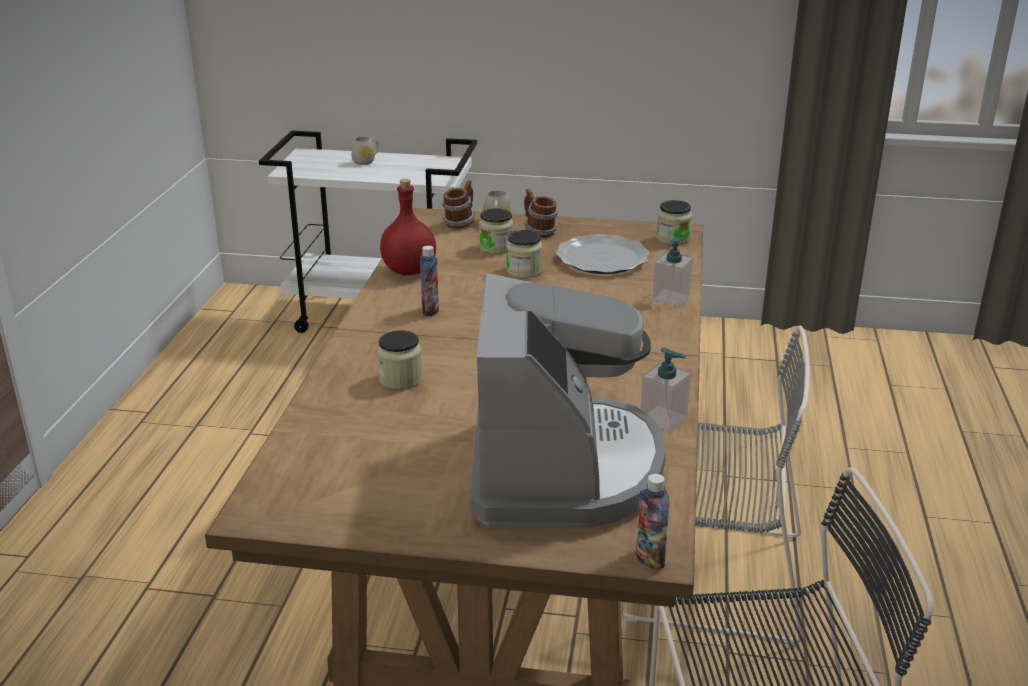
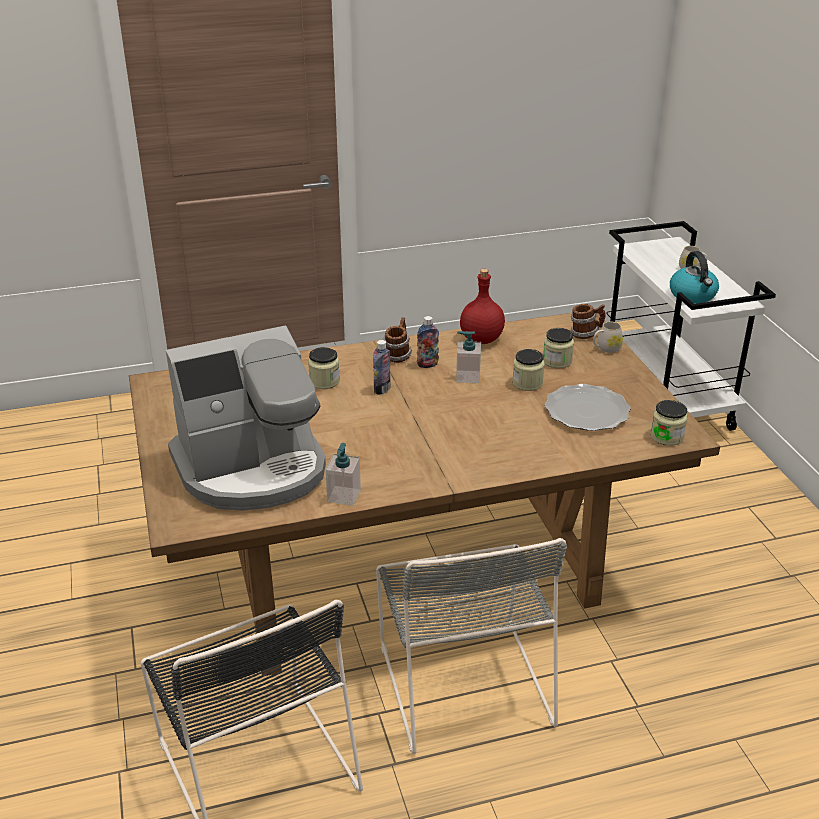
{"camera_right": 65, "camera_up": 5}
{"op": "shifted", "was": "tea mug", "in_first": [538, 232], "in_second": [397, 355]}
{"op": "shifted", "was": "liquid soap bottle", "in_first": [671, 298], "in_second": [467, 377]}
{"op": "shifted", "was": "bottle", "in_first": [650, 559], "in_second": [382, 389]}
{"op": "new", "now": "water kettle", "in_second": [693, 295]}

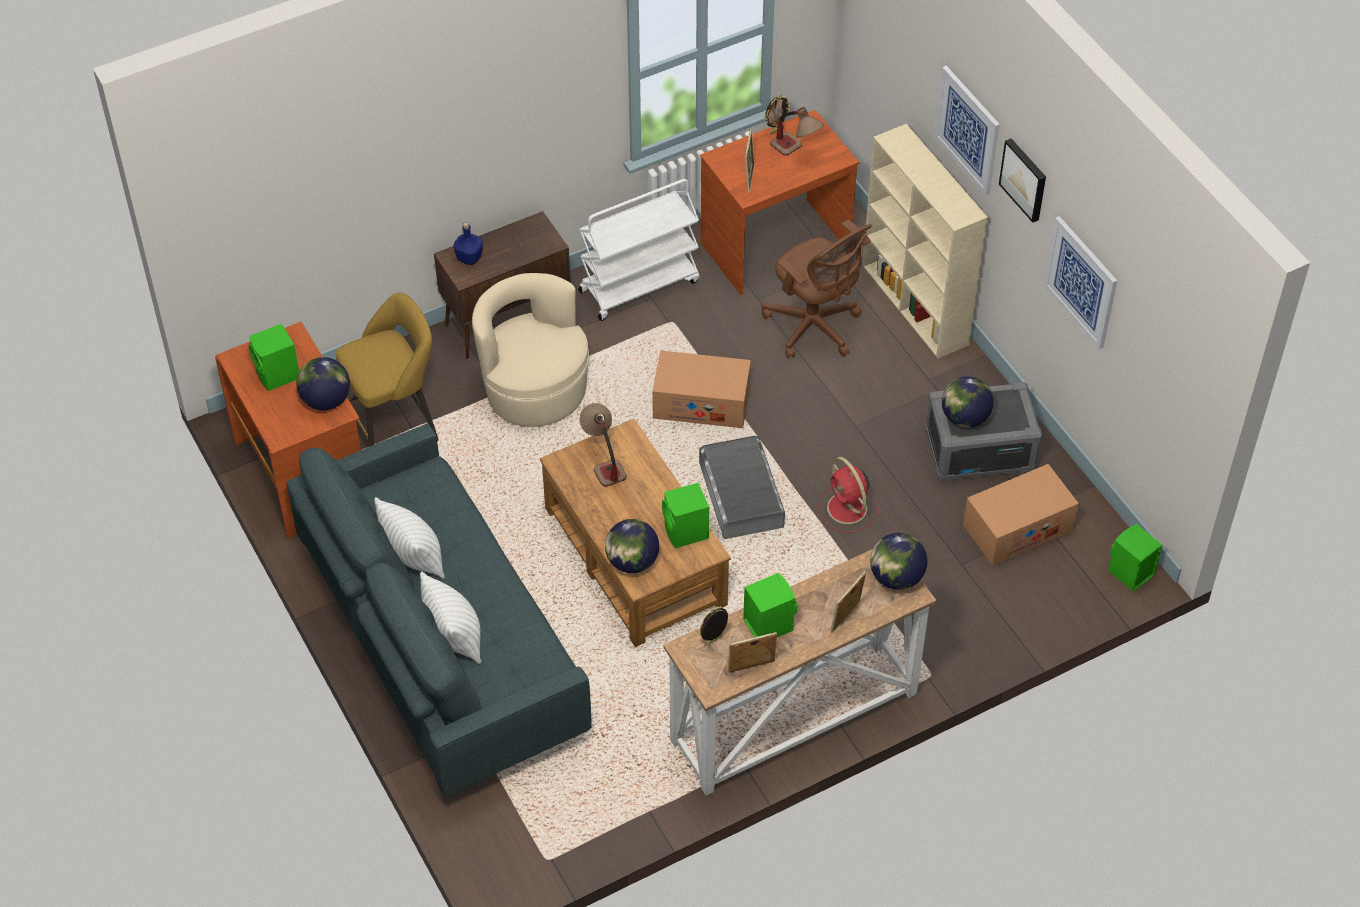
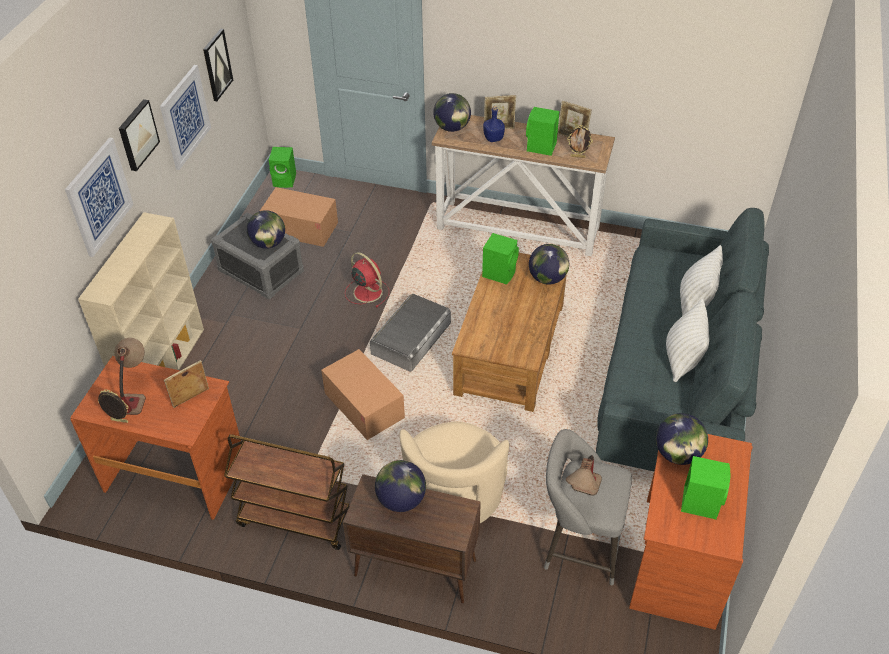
{"camera_right": -135, "camera_up": -5}
{"op": "repainted", "was": "whitish cart", "now": "brownish cart", "in_first": [639, 285], "in_second": [294, 519]}
{"op": "gone", "was": "brownish office chair", "in_first": [814, 327]}
{"op": "shifted", "was": "bluish bottle", "in_first": [469, 258], "in_second": [493, 138]}
{"op": "repainted", "was": "yellow stool", "now": "gray stool", "in_first": [395, 426], "in_second": [578, 545]}
{"op": "shifted", "was": "tabletop lamp", "in_first": [603, 462], "in_second": [582, 495]}
{"op": "rotated", "was": "reddish electric fan", "in_first": [848, 509], "in_second": [367, 291], "clockwise": -60}
{"op": "new", "now": "picture", "in_second": [217, 64]}
{"op": "new", "now": "world globe", "in_second": [401, 500]}

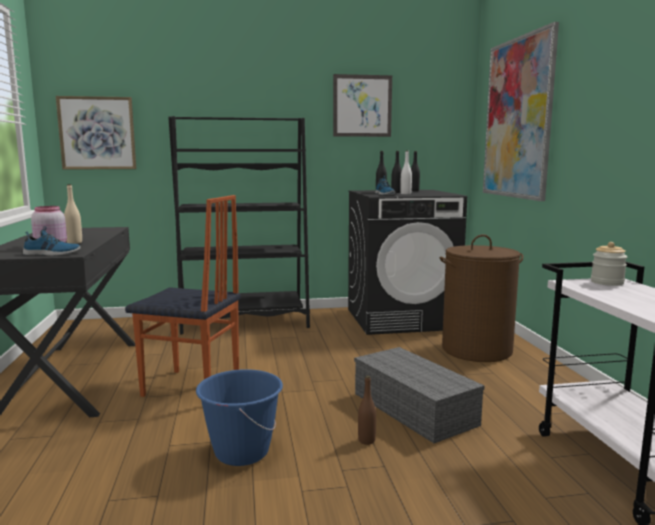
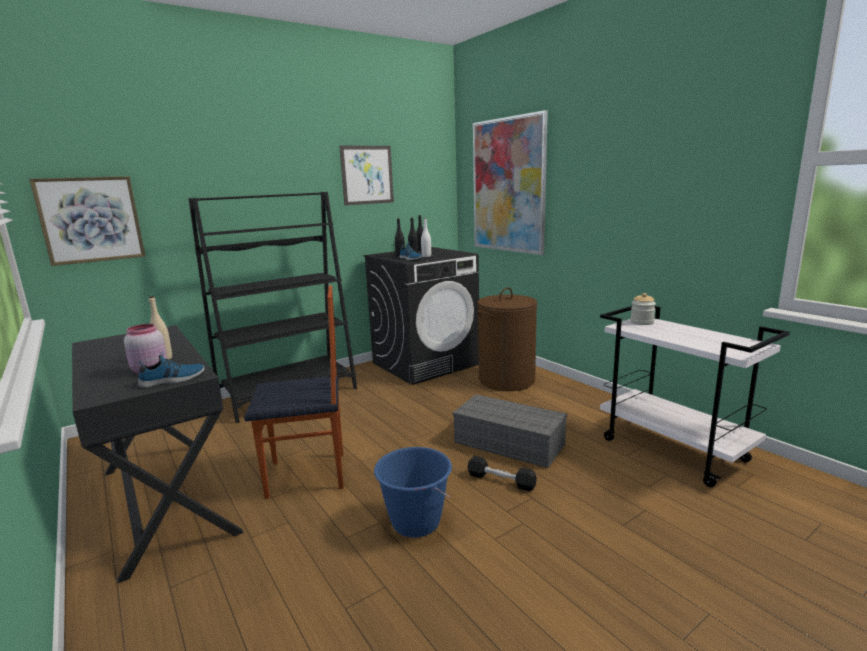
{"camera_right": -25, "camera_up": 5}
{"op": "swapped", "was": "brownish bottle", "now": "blackish hand weight", "in_first": [366, 440], "in_second": [501, 480]}

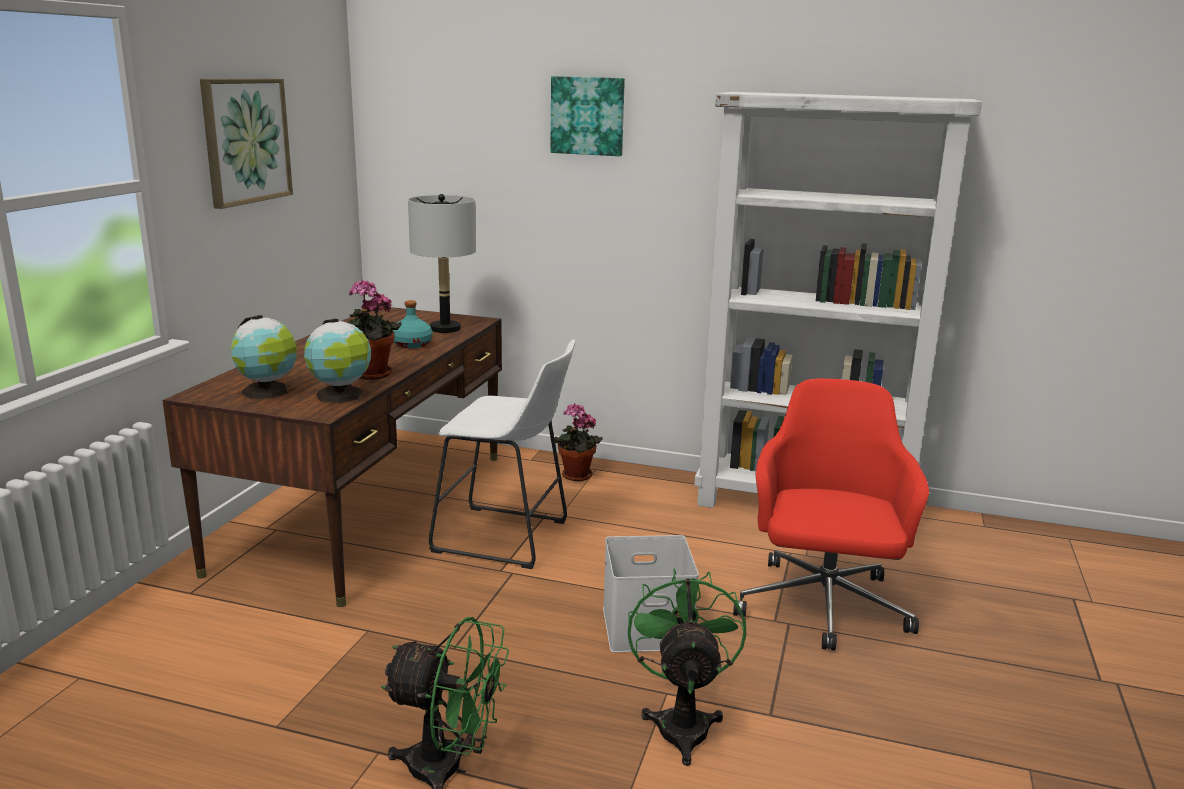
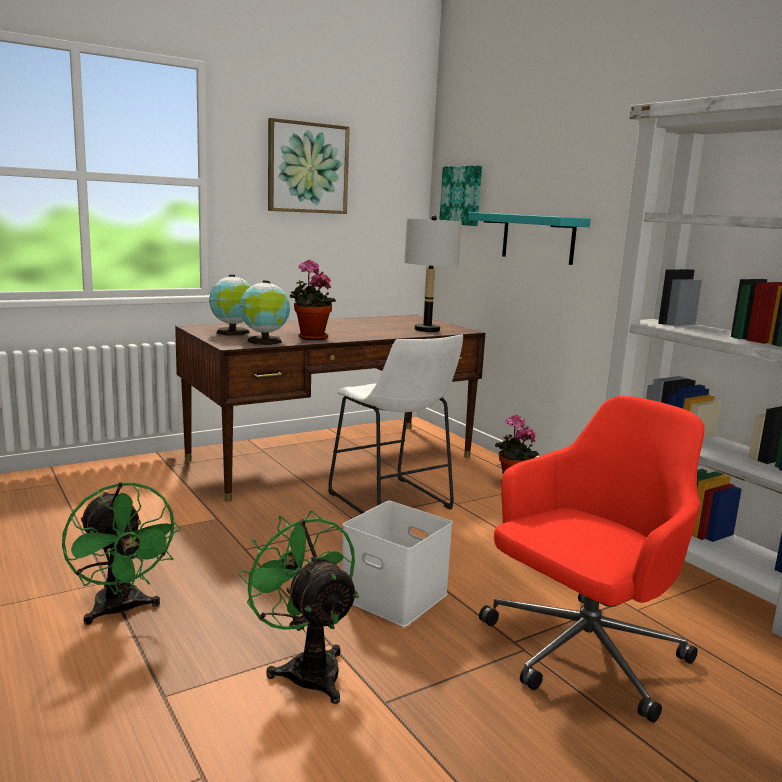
{"camera_right": 40, "camera_up": -5}
{"op": "shifted", "was": "picture", "in_first": [588, 116], "in_second": [462, 195]}
{"op": "gone", "was": "turquoise bottle", "in_first": [412, 344]}
{"op": "rotated", "was": "green electric fan", "in_first": [682, 722], "in_second": [307, 668], "clockwise": -75}
{"op": "new", "now": "turquoise bracket shelf", "in_second": [538, 238]}

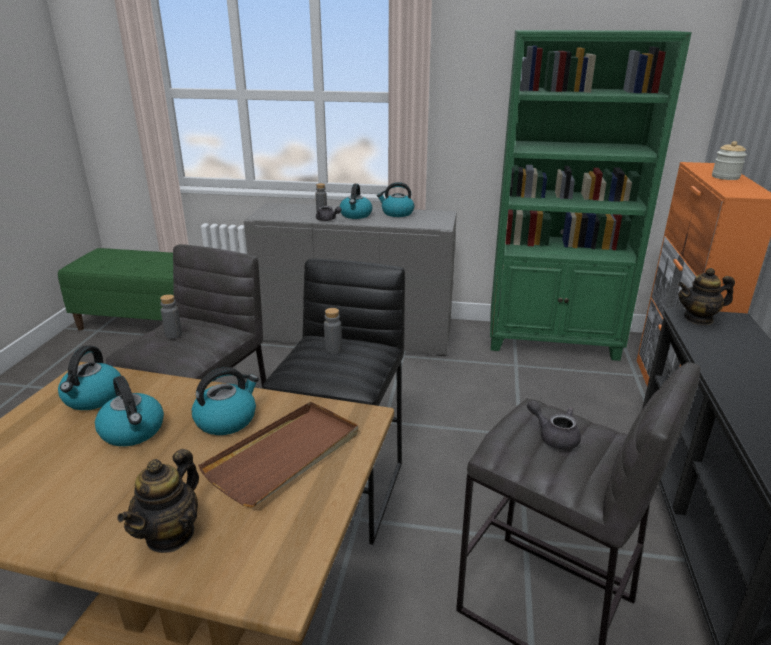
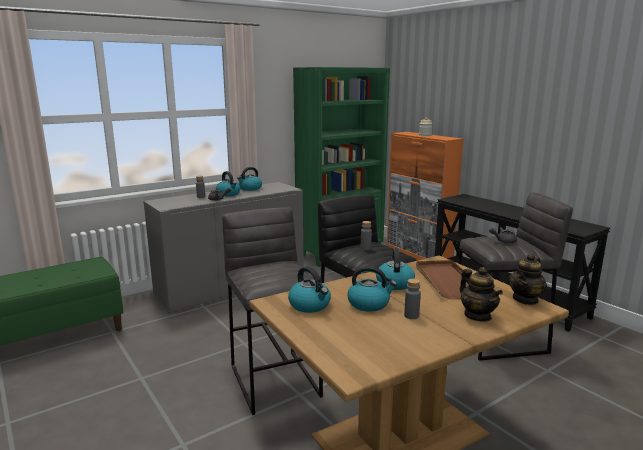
{"camera_right": -45, "camera_up": -10}
{"op": "shifted", "was": "pot for tea", "in_first": [698, 319], "in_second": [525, 299]}
{"op": "shifted", "was": "gray bottle", "in_first": [173, 335], "in_second": [411, 316]}

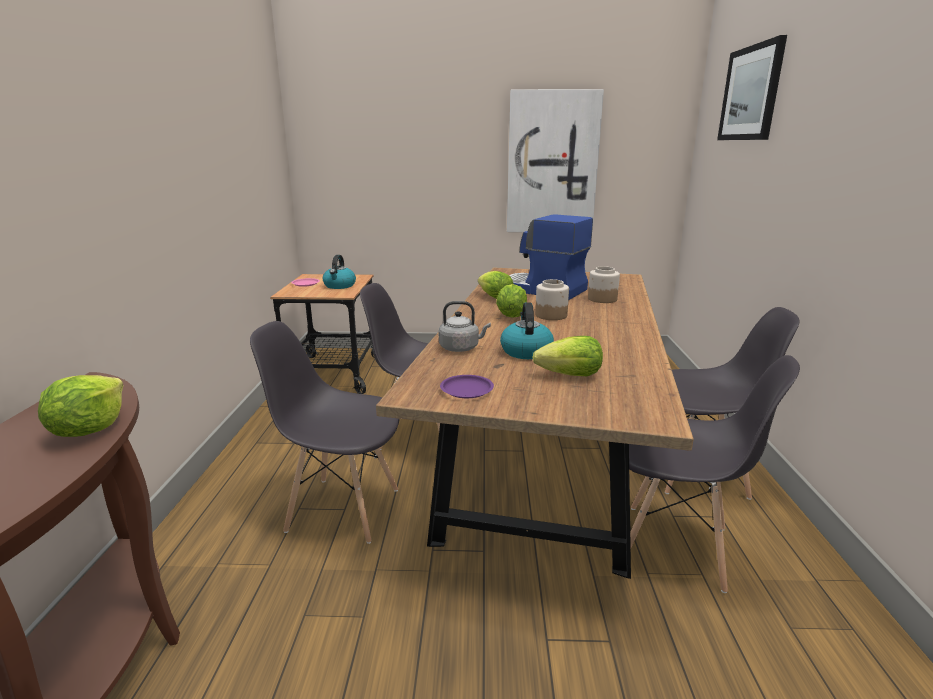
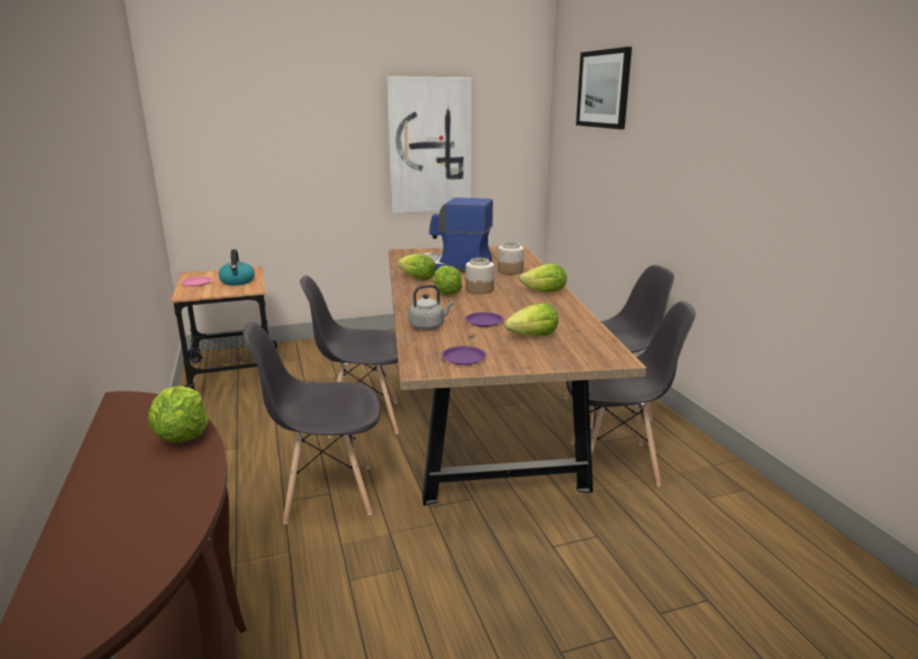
{"camera_right": -20, "camera_up": 0}
{"op": "swapped", "was": "water kettle", "now": "purple flat dish", "in_first": [526, 351], "in_second": [484, 322]}
{"op": "new", "now": "head of lettuce", "in_second": [545, 292]}

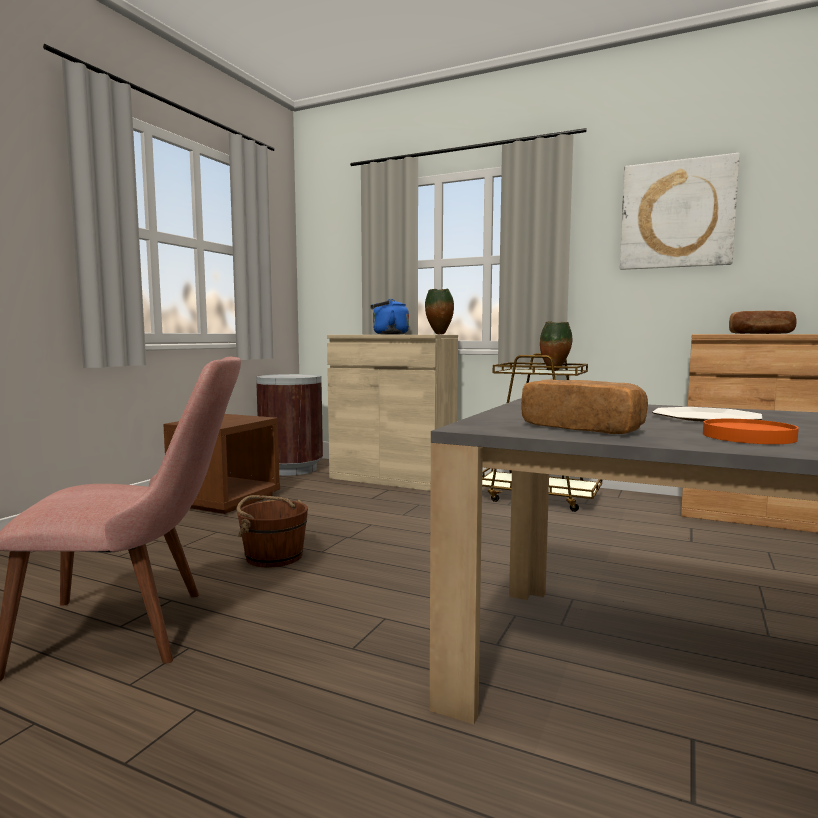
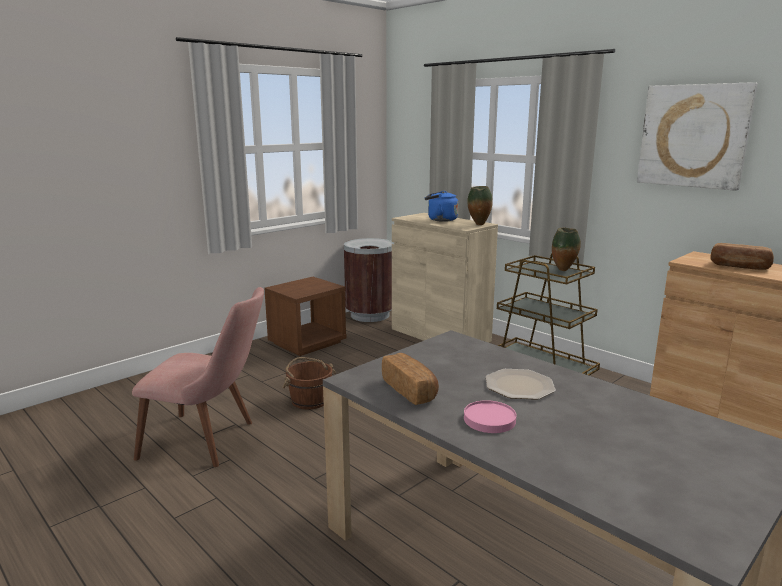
{"camera_right": 20, "camera_up": 10}
{"op": "repainted", "was": "orange flat dish", "now": "pinkish flat dish", "in_first": [747, 437], "in_second": [489, 419]}

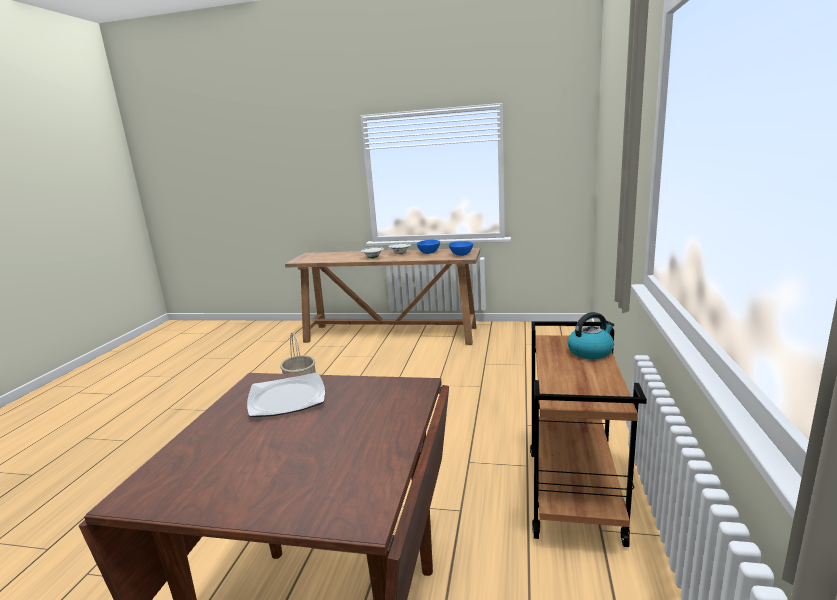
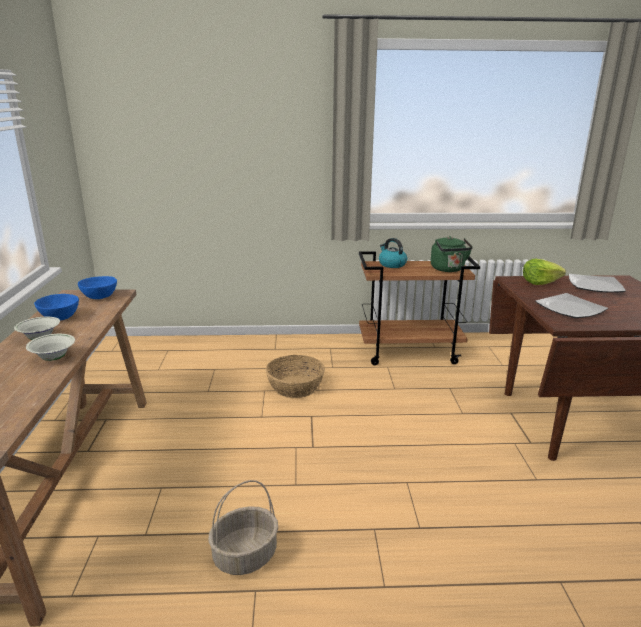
{"camera_right": -105, "camera_up": 5}
{"op": "new", "now": "green water kettle", "in_second": [448, 269]}
{"op": "new", "now": "head of lettuce", "in_second": [539, 282]}
{"op": "new", "now": "flat dish", "in_second": [594, 285]}
{"op": "new", "now": "household basket", "in_second": [295, 386]}

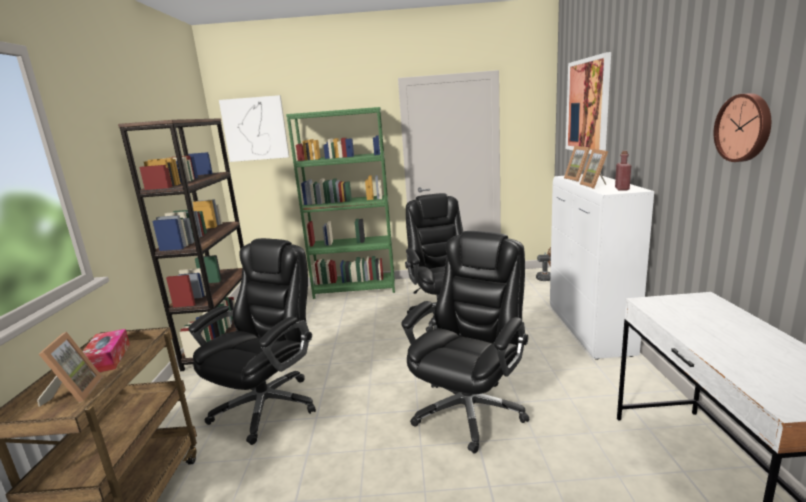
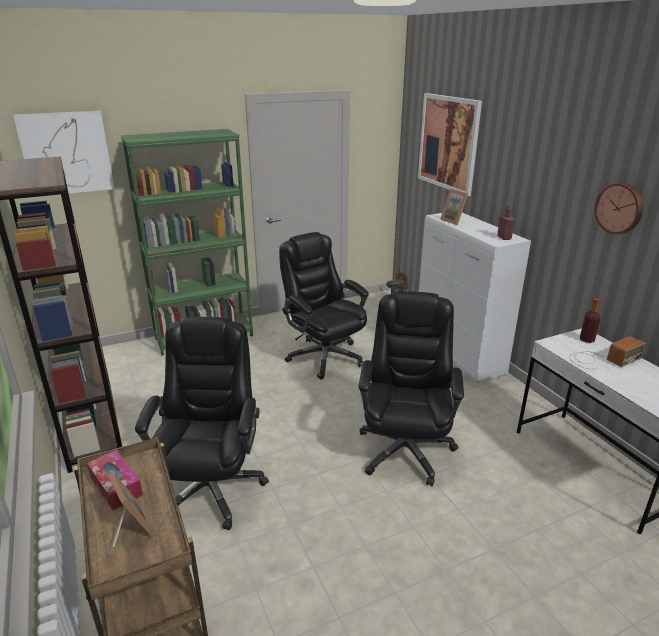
{"camera_right": -25, "camera_up": 10}
{"op": "gone", "was": "picture frame", "in_first": [596, 186]}
{"op": "new", "now": "bottle", "in_second": [587, 340]}
{"op": "new", "now": "radio", "in_second": [602, 359]}

